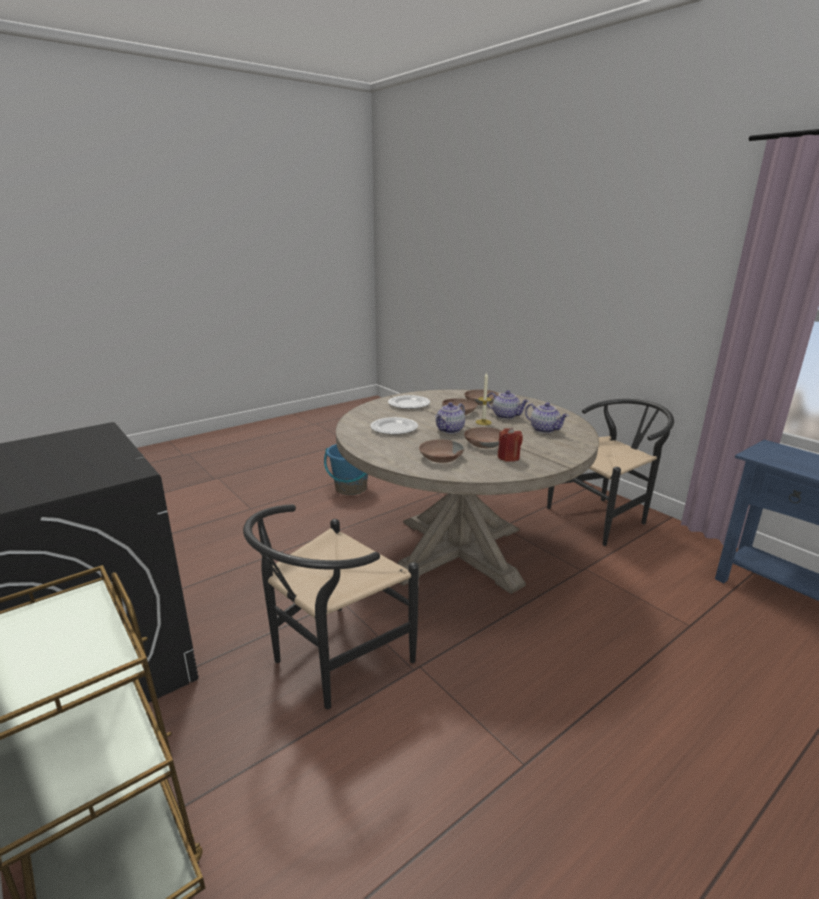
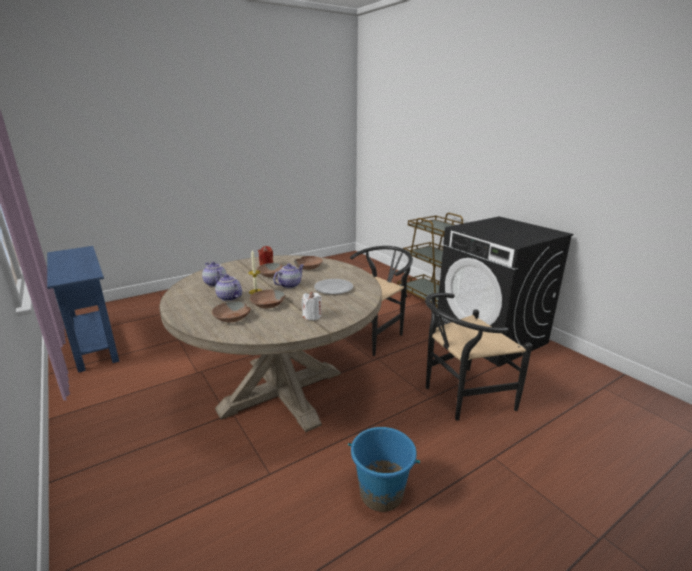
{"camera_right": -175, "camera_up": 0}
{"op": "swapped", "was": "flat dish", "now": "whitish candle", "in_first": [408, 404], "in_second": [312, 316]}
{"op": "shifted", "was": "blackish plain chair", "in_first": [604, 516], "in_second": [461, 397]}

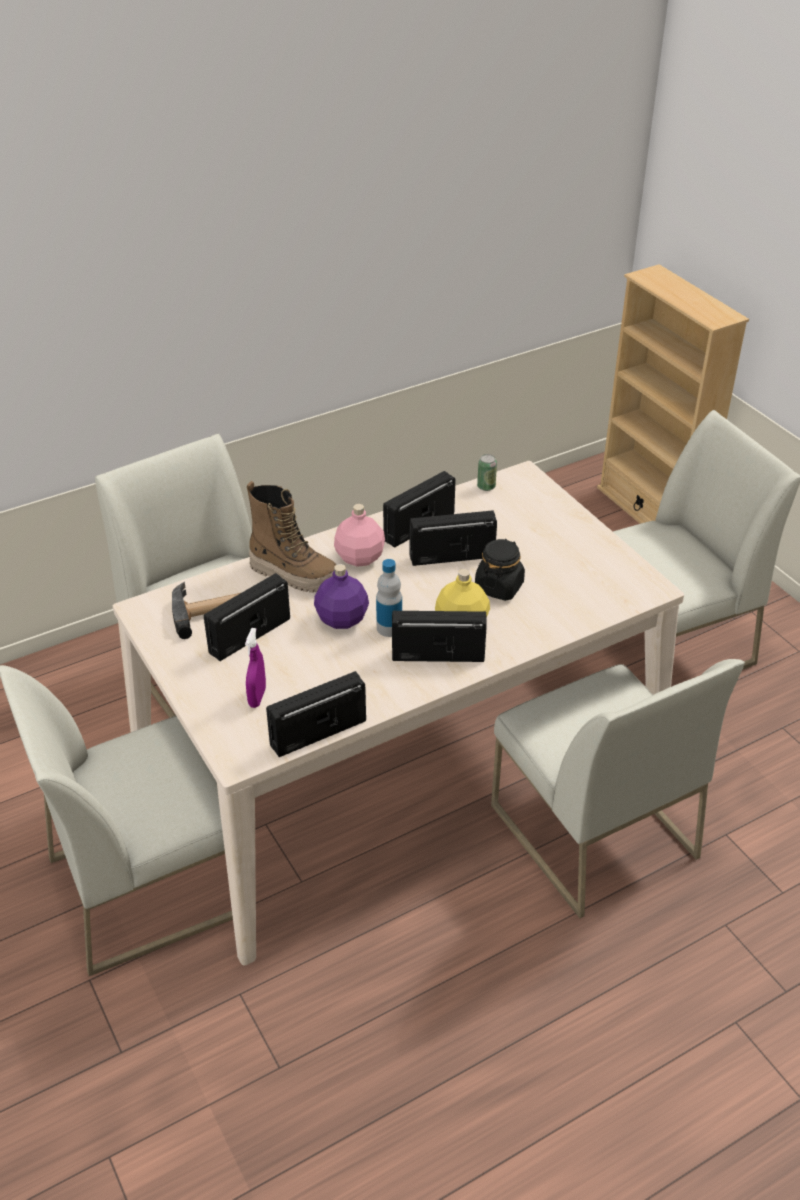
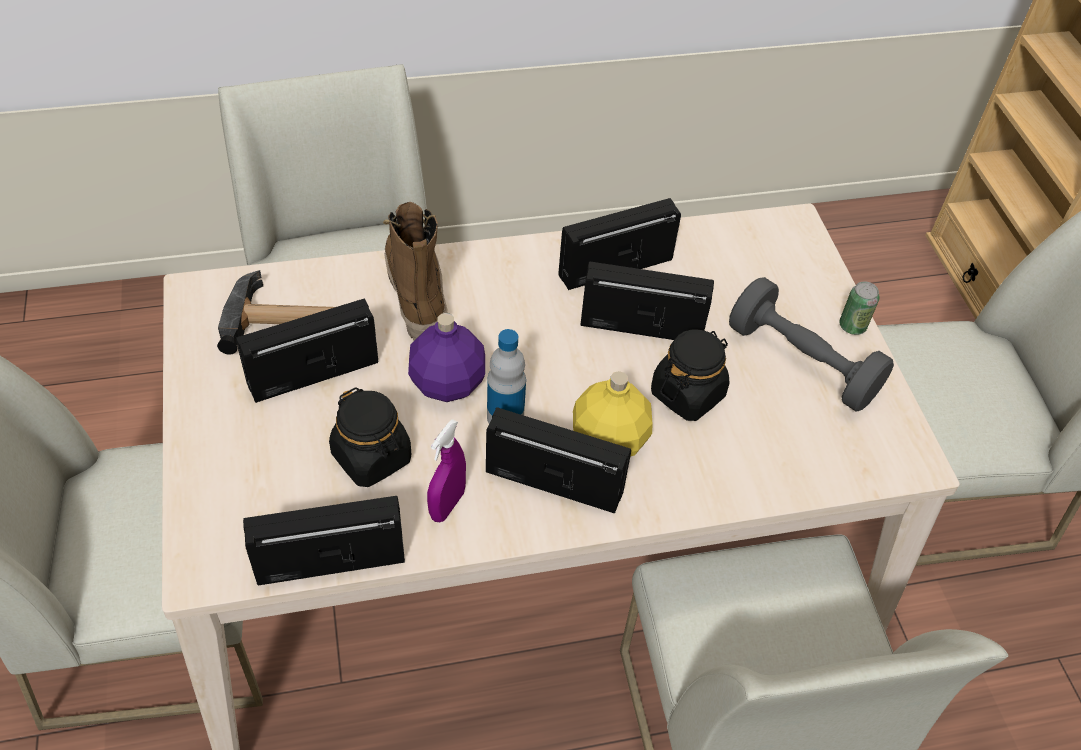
{"camera_right": 15, "camera_up": 10}
{"op": "shifted", "was": "can", "in_first": [486, 487], "in_second": [852, 326]}
{"op": "rotated", "was": "tall boot", "in_first": [294, 574], "in_second": [416, 295], "clockwise": -150}
{"op": "gone", "was": "pinkish bottle", "in_first": [360, 557]}
{"op": "shifted", "was": "purple hand sprayer", "in_first": [257, 697], "in_second": [447, 505]}
{"op": "new", "now": "gray hand weight", "in_second": [802, 362]}
{"op": "new", "now": "blackish storage jar", "in_second": [372, 457]}

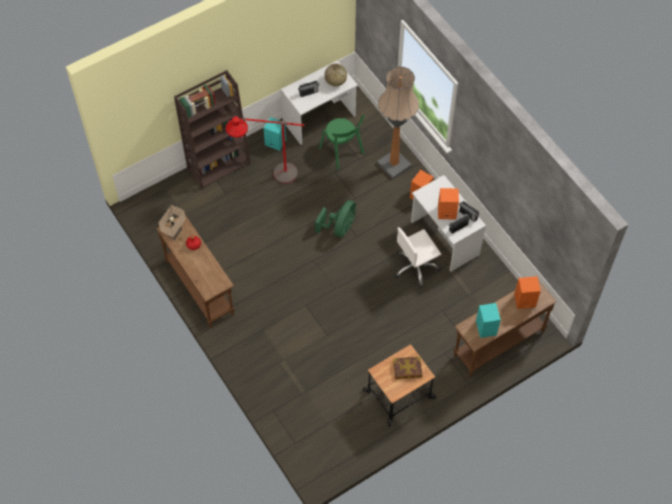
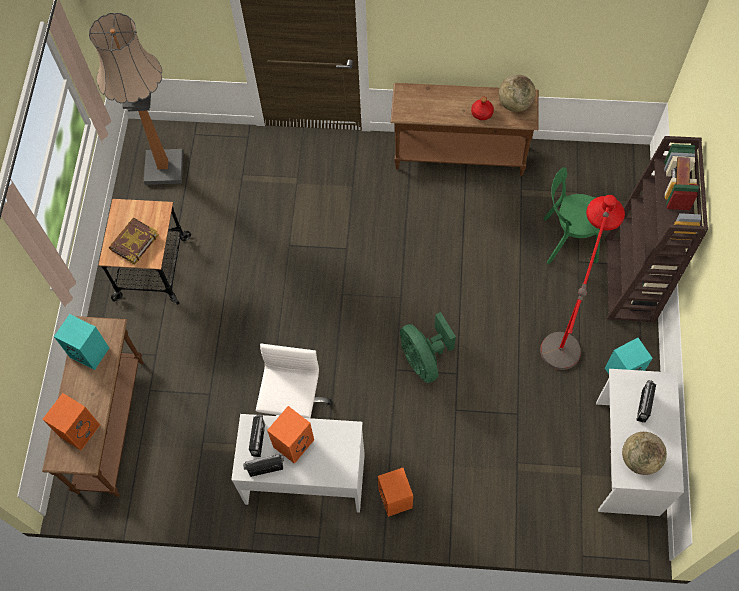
{"camera_right": 130, "camera_up": 5}
{"op": "shifted", "was": "standard lamp", "in_first": [394, 165], "in_second": [164, 168]}
{"op": "shifted", "was": "green plain chair", "in_first": [342, 152], "in_second": [567, 240]}
{"op": "swapped", "was": "beige tabletop lamp", "now": "world globe", "in_first": [175, 233], "in_second": [515, 104]}

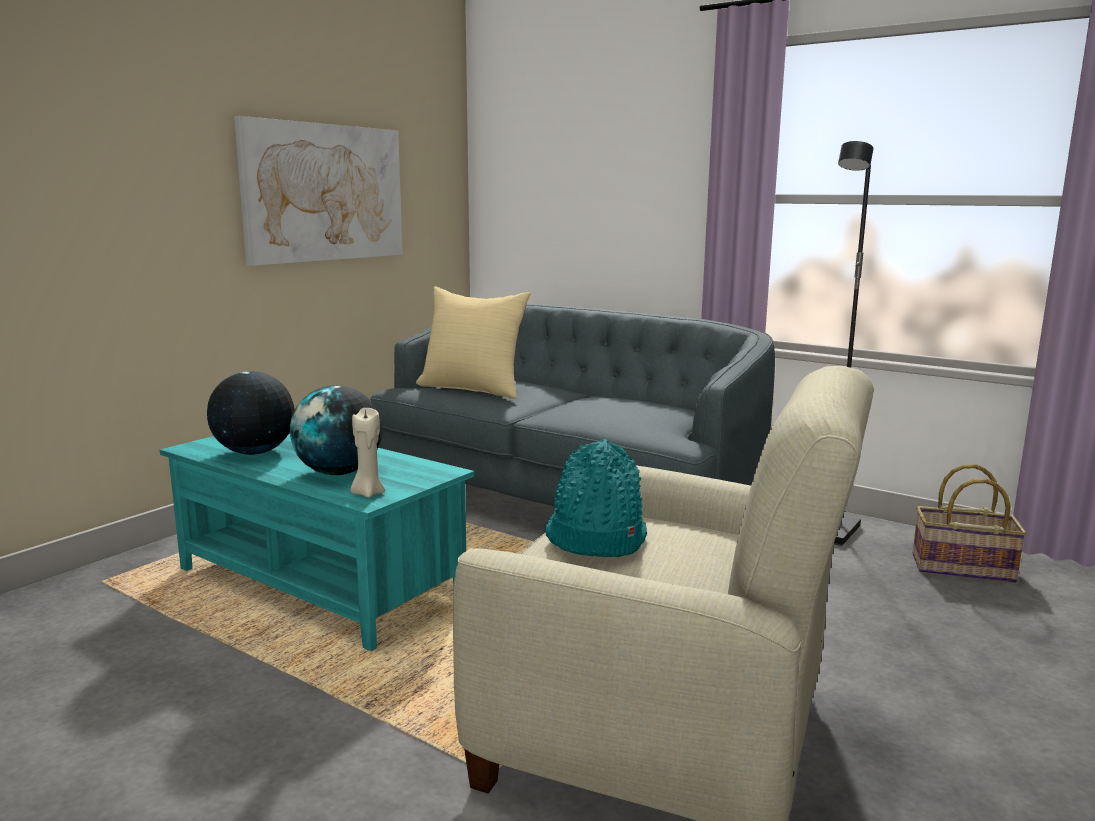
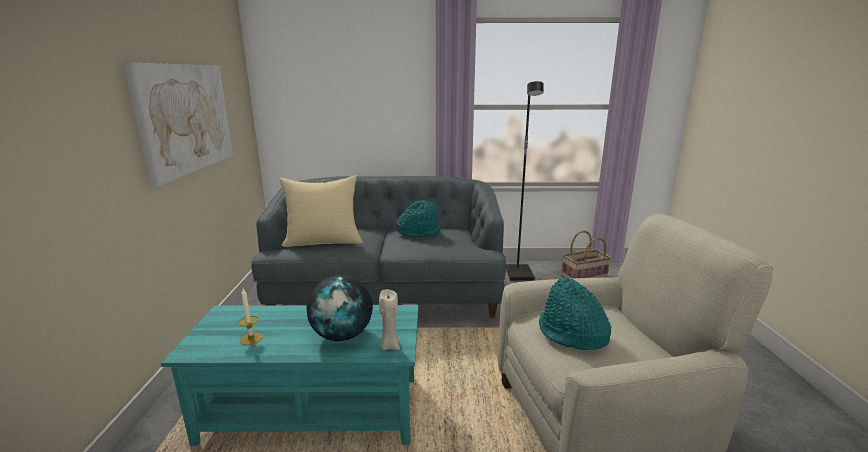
{"camera_right": -35, "camera_up": 5}
{"op": "swapped", "was": "world globe", "now": "candle", "in_first": [254, 452], "in_second": [251, 339]}
{"op": "new", "now": "turquoise hat", "in_second": [419, 232]}

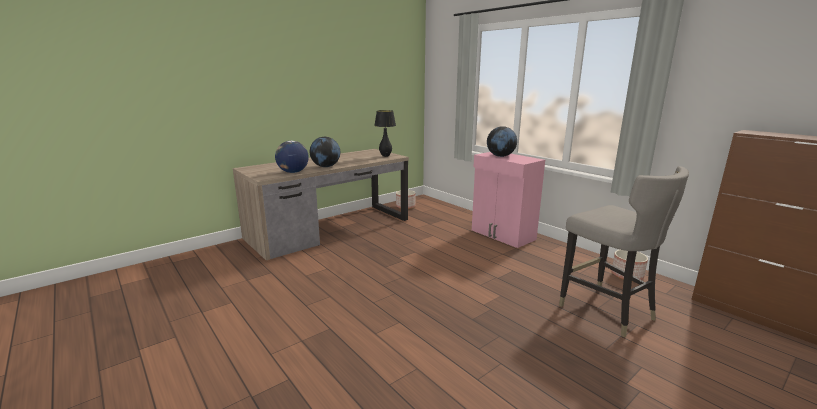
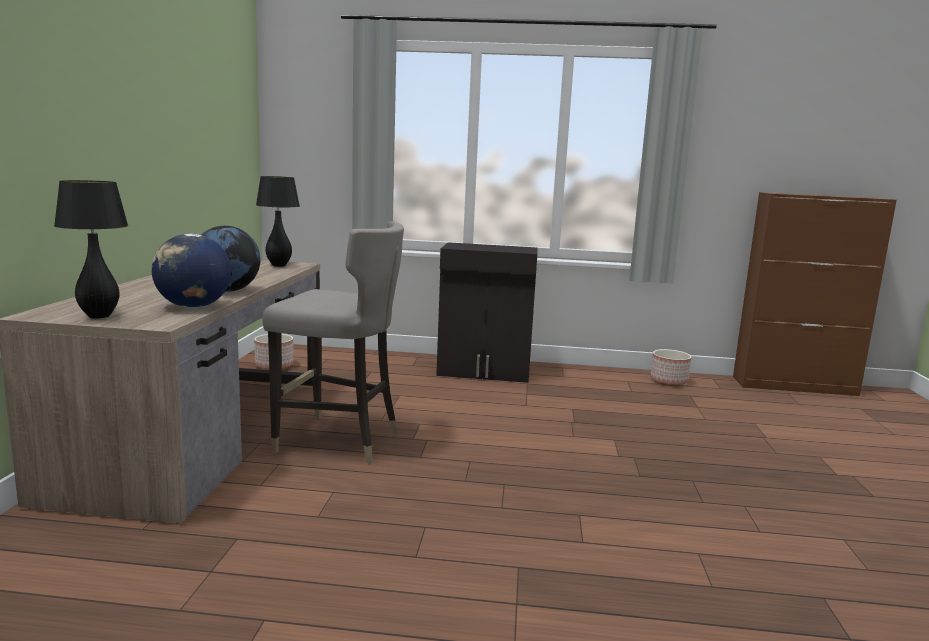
{"camera_right": -45, "camera_up": -5}
{"op": "gone", "was": "world globe", "in_first": [500, 156]}
{"op": "repainted", "was": "pinkish cupboard", "now": "blackish cupboard", "in_first": [502, 235], "in_second": [484, 372]}
{"op": "shifted", "was": "gray stool", "in_first": [607, 311], "in_second": [339, 441]}
{"op": "new", "now": "blackish tabletop lamp", "in_second": [99, 316]}

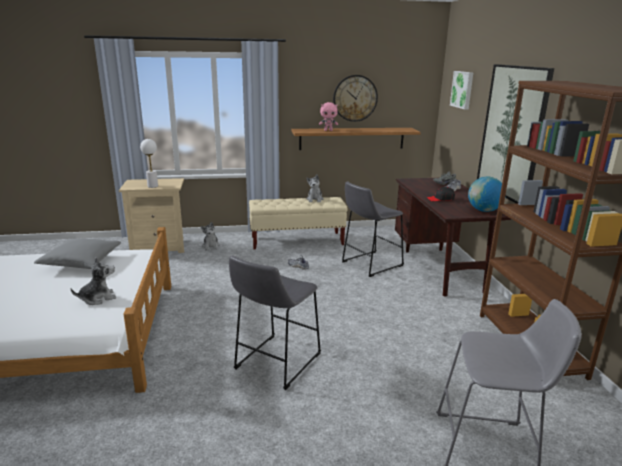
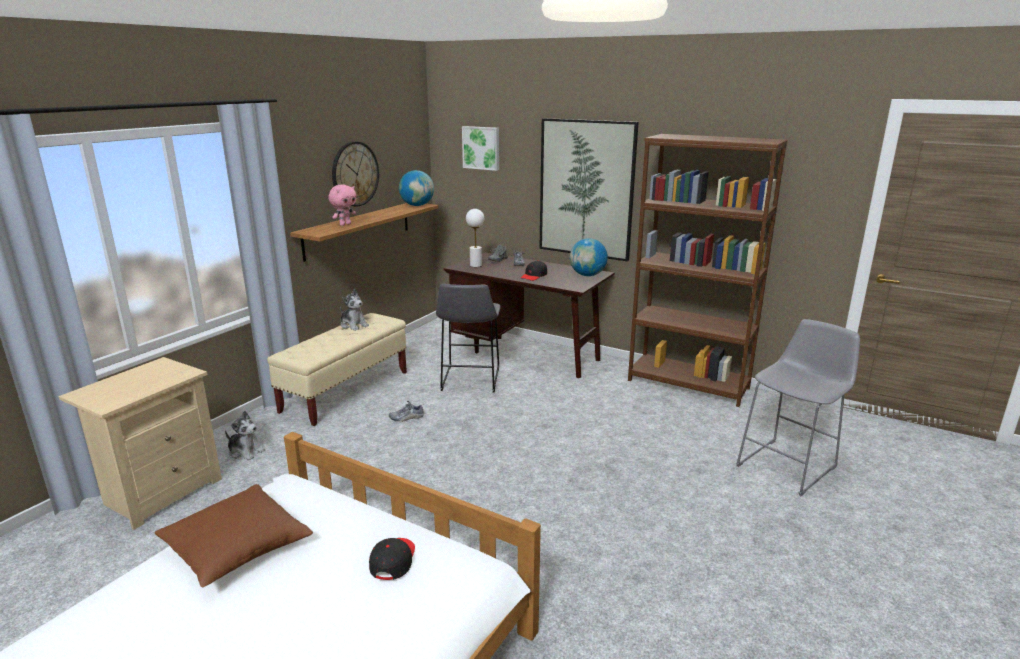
{"camera_right": -50, "camera_up": 0}
{"op": "shifted", "was": "whitish tabletop lamp", "in_first": [153, 186], "in_second": [475, 265]}
{"op": "repainted", "was": "gray throw pillow", "now": "brownish throw pillow", "in_first": [81, 262], "in_second": [236, 548]}
{"op": "gone", "was": "gray stool", "in_first": [275, 363]}
{"op": "swapped", "was": "cuddly toy", "now": "blackish baseball cap", "in_first": [98, 298], "in_second": [393, 561]}
{"op": "new", "now": "world globe", "in_second": [417, 205]}

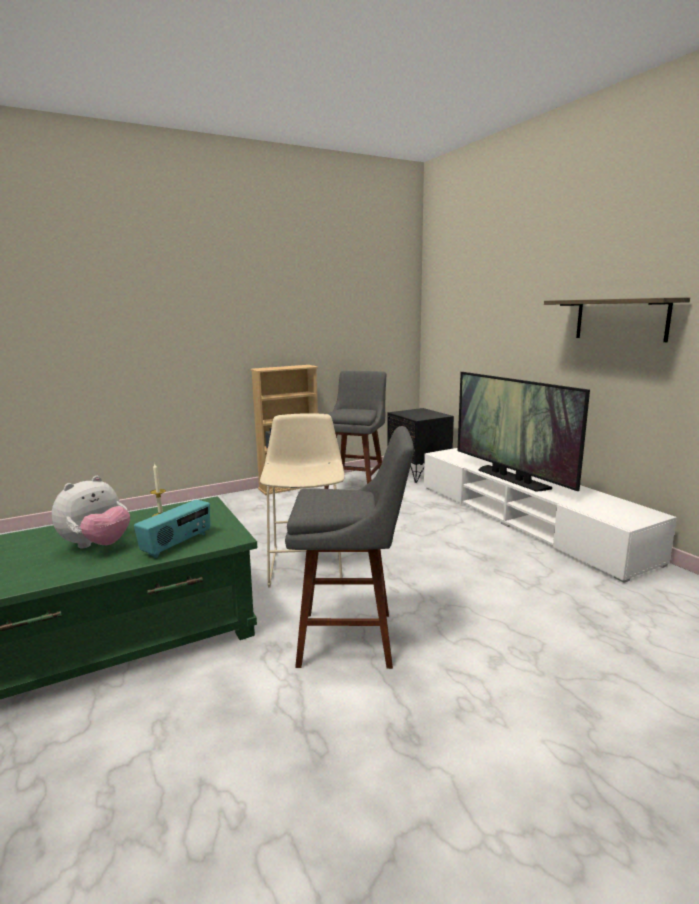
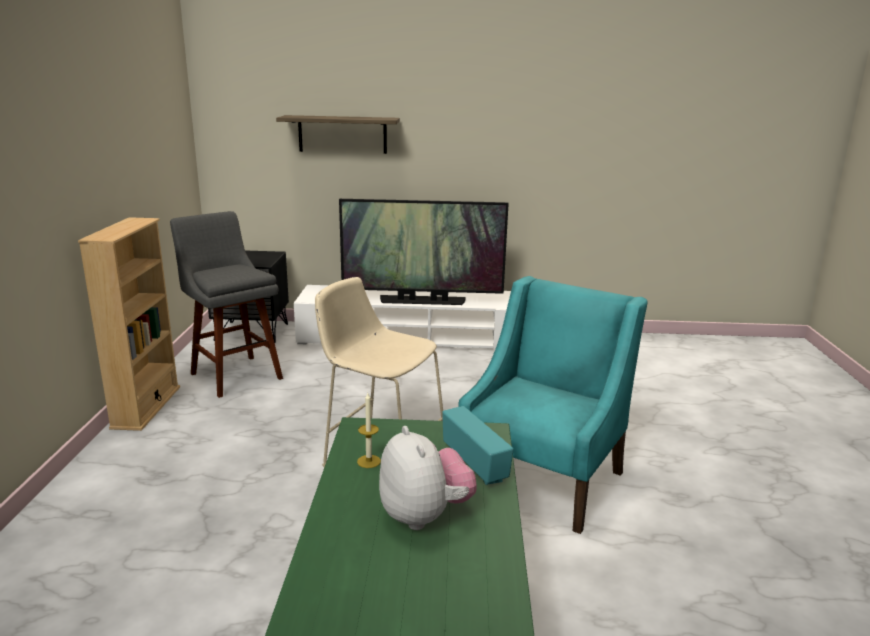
{"camera_right": -60, "camera_up": 5}
{"op": "shifted", "was": "bracket shelf", "in_first": [621, 319], "in_second": [342, 134]}
{"op": "swapped", "was": "gray stool", "now": "turquoise easy chair", "in_first": [352, 639], "in_second": [544, 479]}

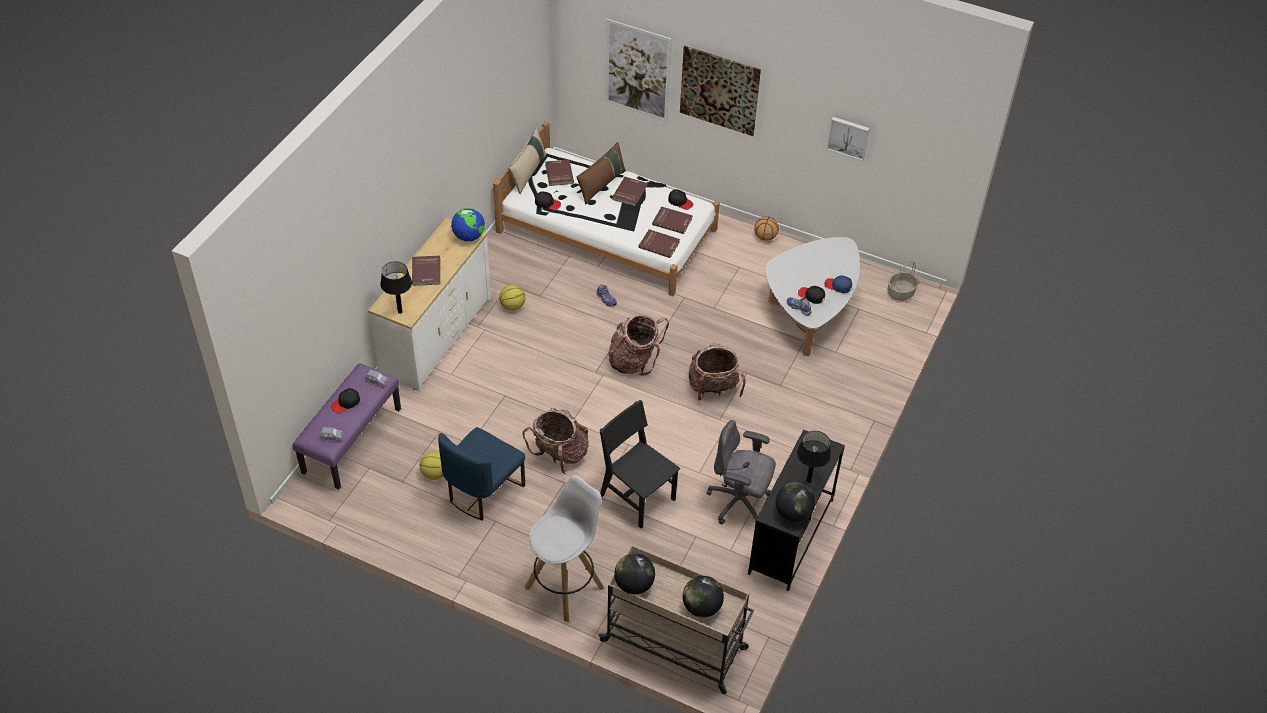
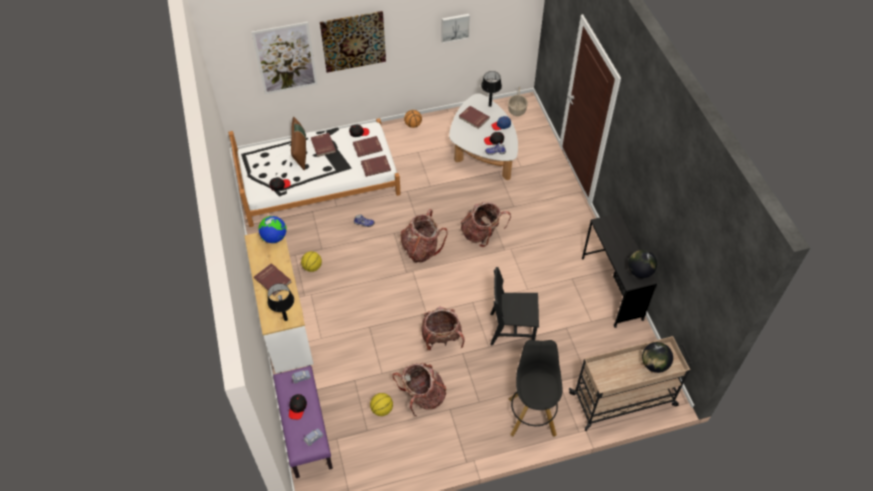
{"camera_right": -40, "camera_up": 5}
{"op": "gone", "was": "beige throw pillow", "in_first": [528, 173]}
{"op": "shifted", "was": "reddish bound book", "in_first": [558, 174], "in_second": [473, 118]}
{"op": "gone", "was": "gray office chair", "in_first": [739, 503]}
{"op": "swapped", "was": "bluish plain chair", "now": "knapsack", "in_first": [483, 491], "in_second": [422, 396]}
{"op": "shifted", "was": "blackish tabletop lamp", "in_first": [809, 481], "in_second": [490, 105]}
{"op": "repainted", "was": "whitish stool", "now": "blackish stool", "in_first": [565, 586], "in_second": [532, 415]}
{"op": "gone", "was": "world globe", "in_first": [634, 585]}

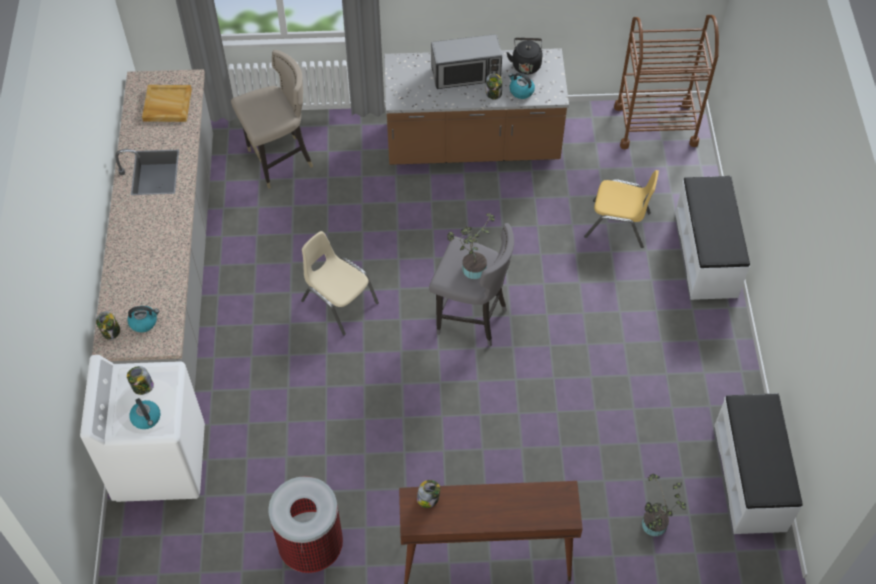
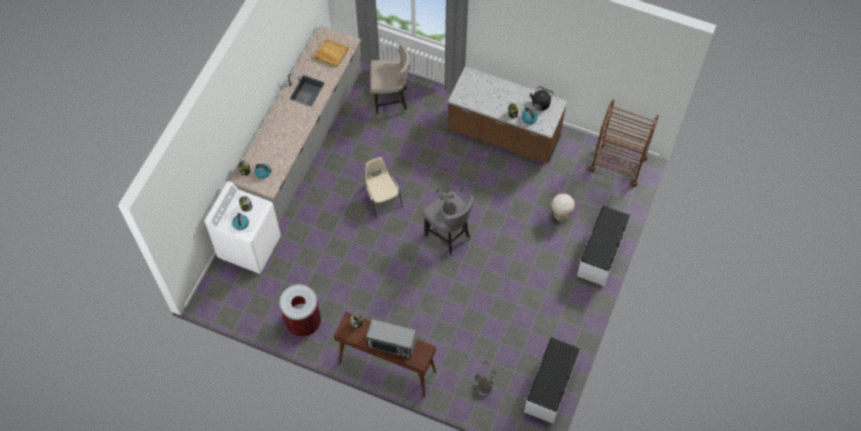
{"camera_right": 25, "camera_up": 5}
{"op": "shifted", "was": "microwave oven", "in_first": [466, 74], "in_second": [392, 343]}
{"op": "swapped", "was": "yellow plain chair", "now": "beige stool", "in_first": [618, 224], "in_second": [560, 215]}

